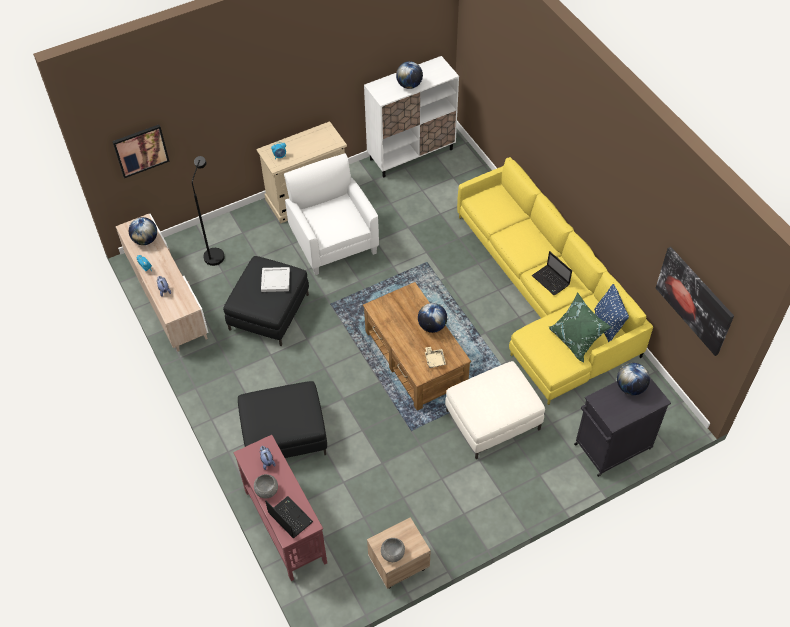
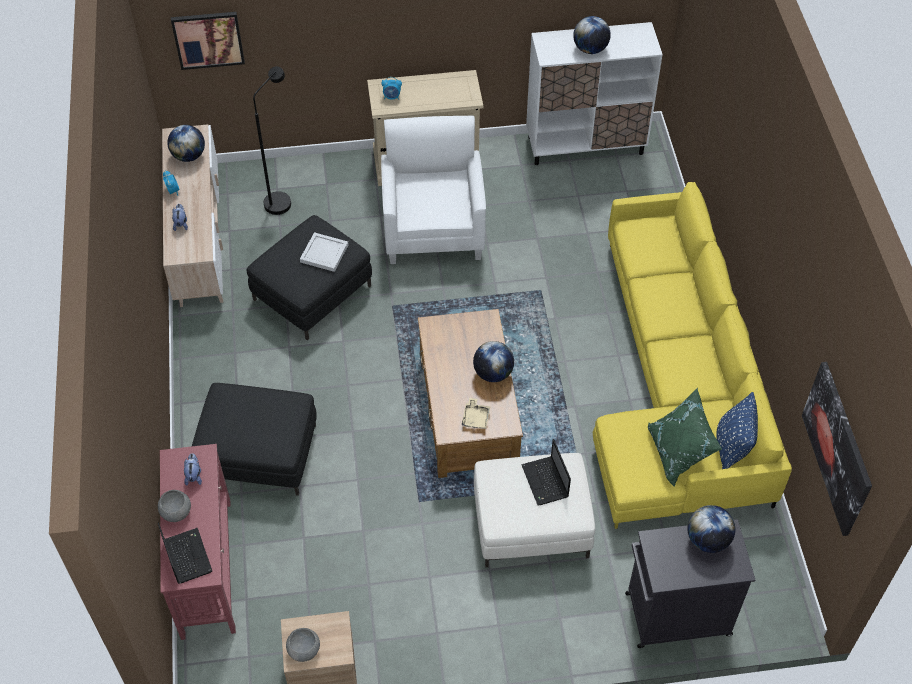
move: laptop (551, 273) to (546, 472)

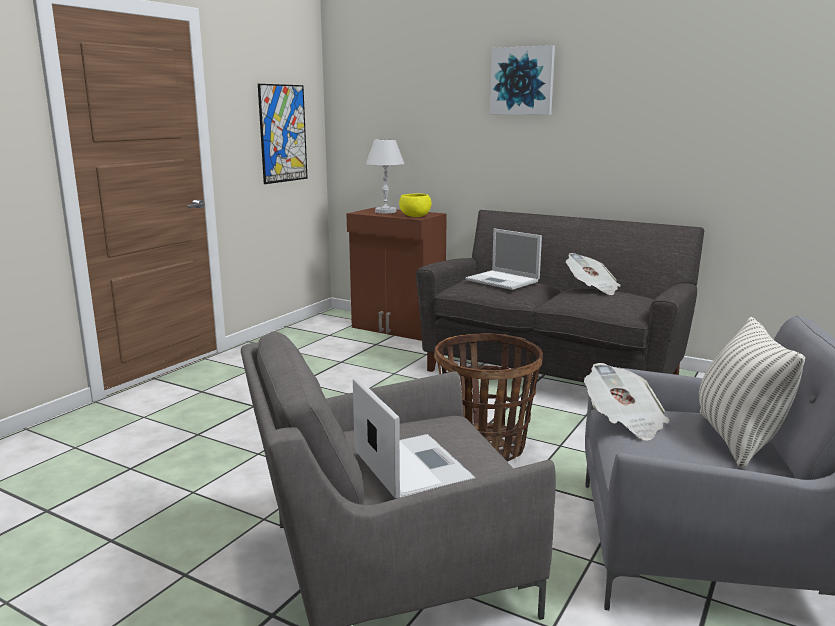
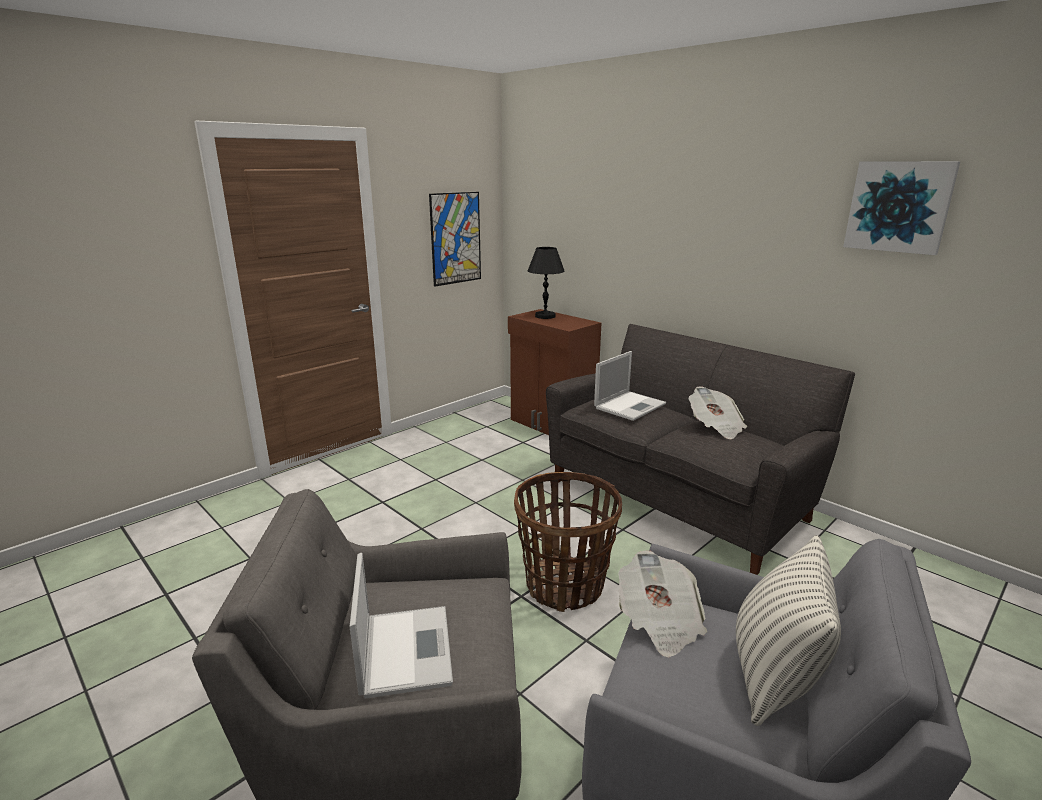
delete: yellow bowl (415, 205)
move: picture (522, 80) to (901, 208)
recolor: white table lamp (385, 176) to black table lamp (546, 283)
rotate: laptop (503, 259) = (630, 386) 105 degrees counterclockwise

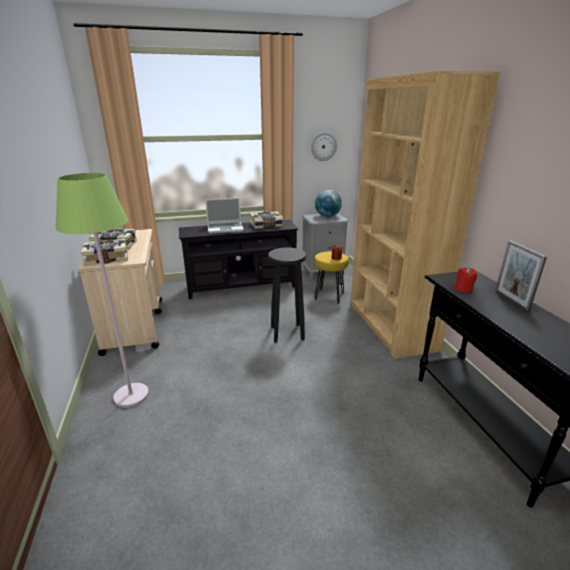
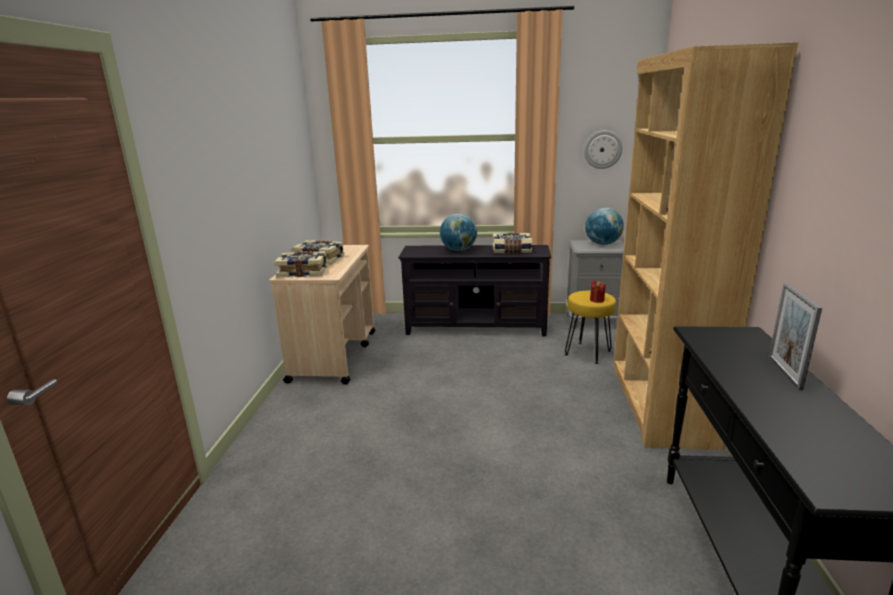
delete: green floor lamp (102, 290); black stool (287, 295); red candle (465, 280)
replace: laptop (224, 215) to globe (458, 232)

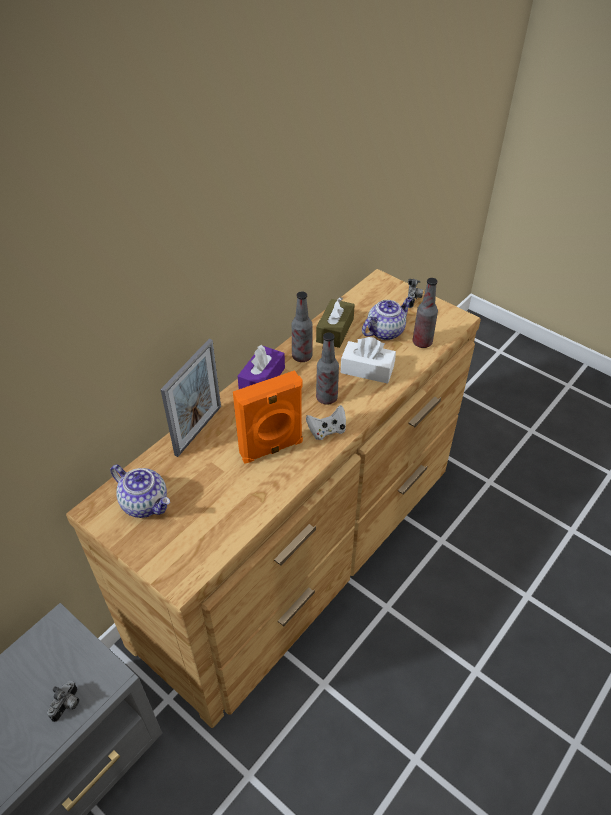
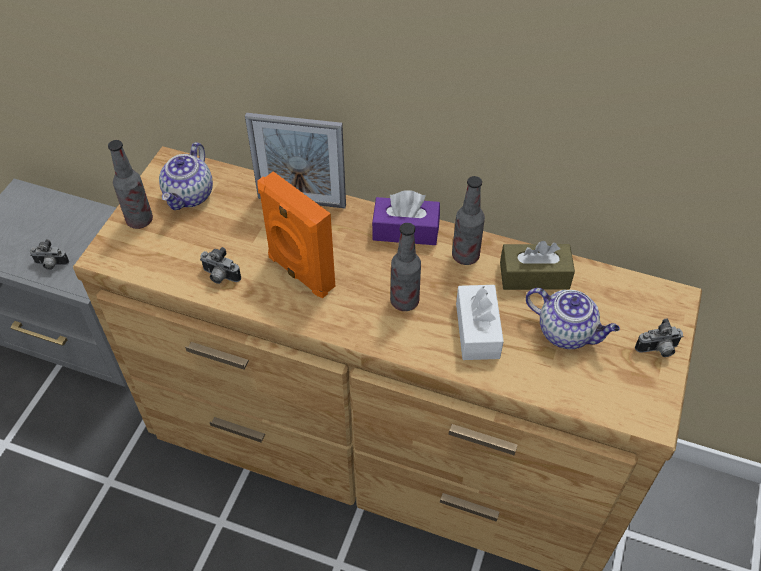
delete: white game controller (326, 422)
insert: photo camera (220, 265)
move: bottle (425, 313) to (130, 184)

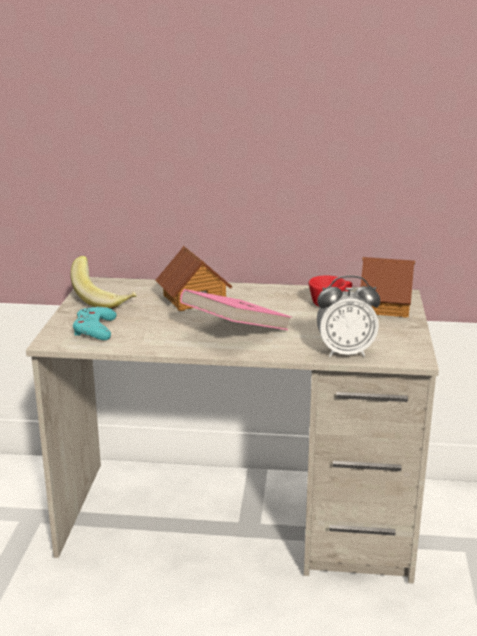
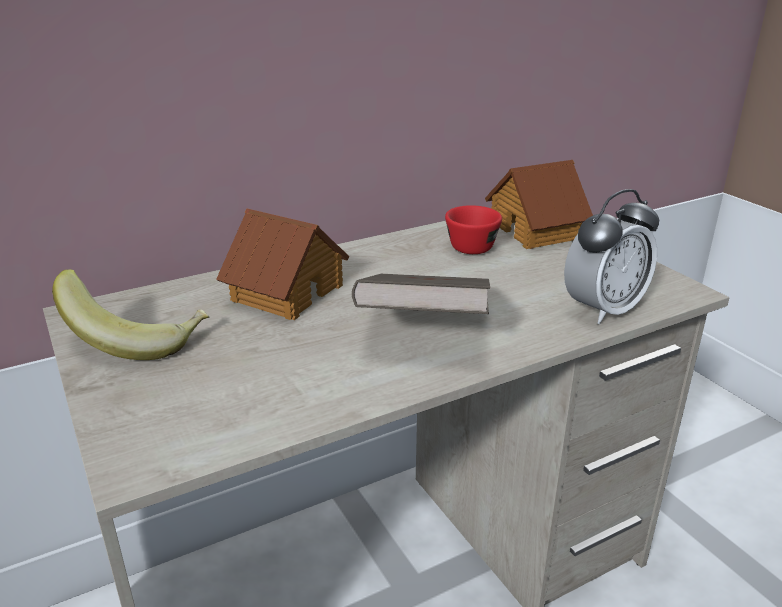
delete: turquoise game controller (95, 323)
recolor: pink book (235, 309) to brown book (421, 294)

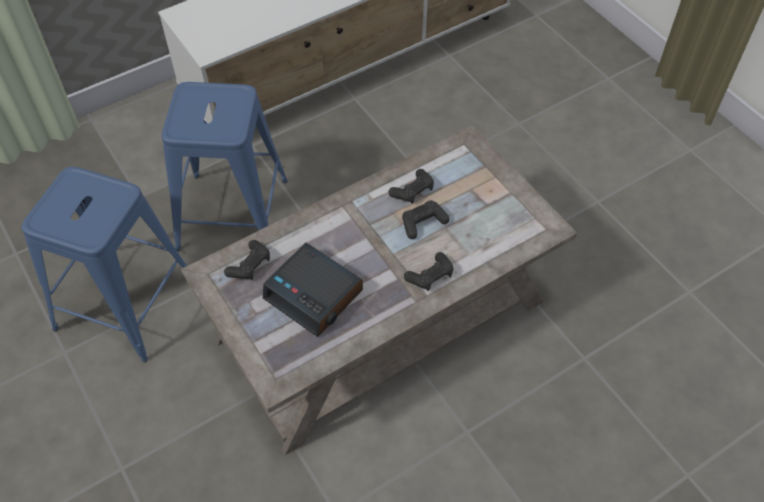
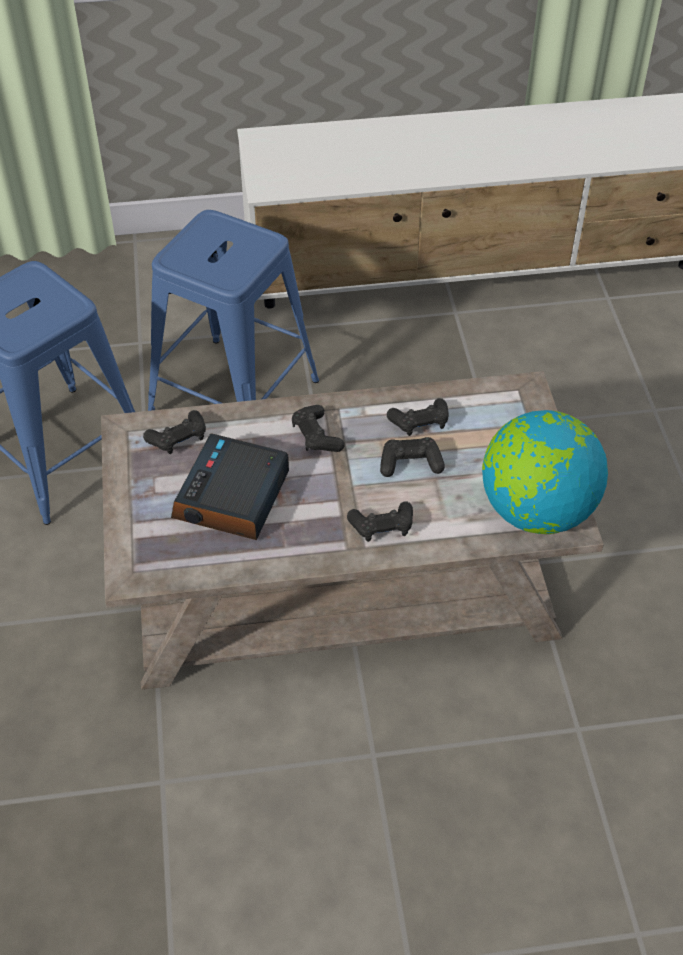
insert: black game controller (318, 428); globe (545, 472)
rotate: alarm clock (313, 290) = (230, 486) 45 degrees clockwise

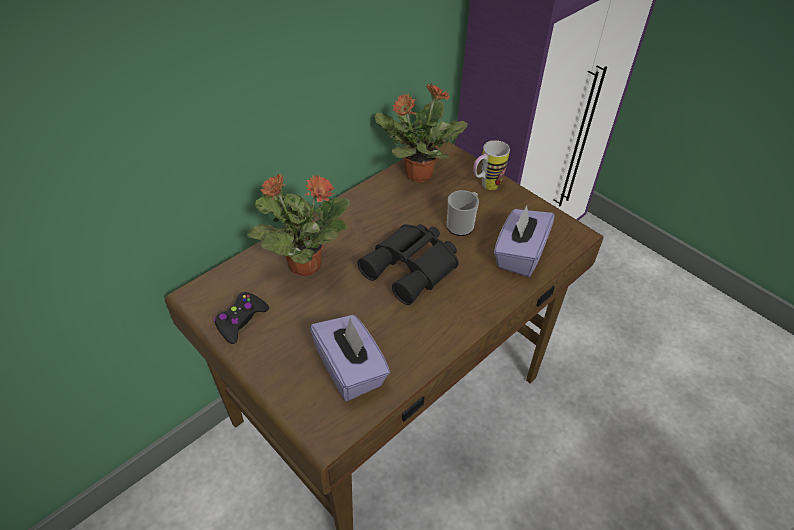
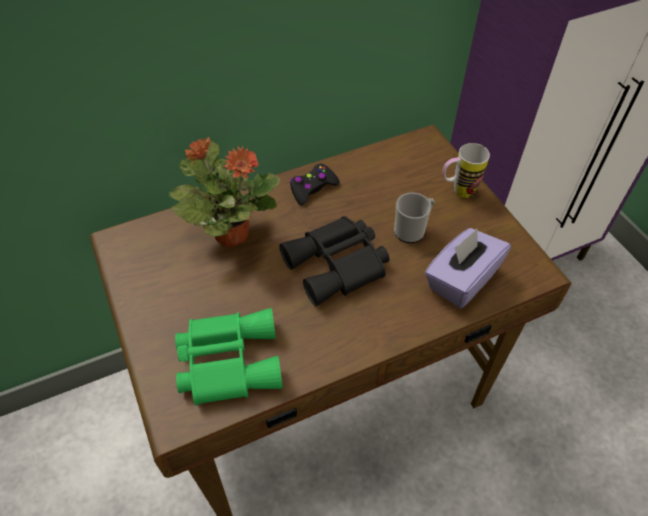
delete: potted plant (421, 132)
move: black game controller (241, 318) to (315, 185)
replace: purple tissue box (350, 358) to green binoculars (229, 357)

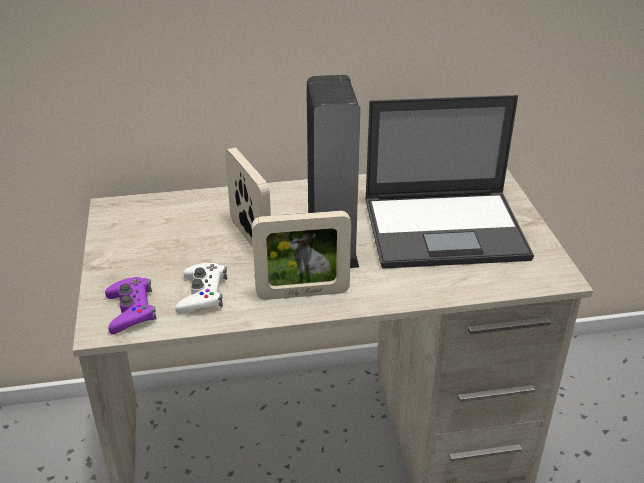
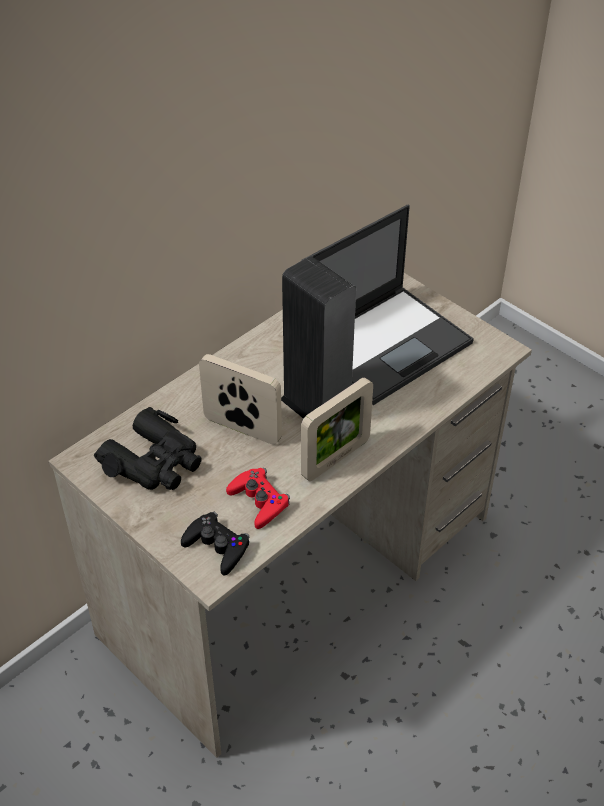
insert: black binoculars (147, 448)
recolor: white game controller (201, 288) to red game controller (258, 498); purple game controller (131, 305) to black game controller (215, 543)

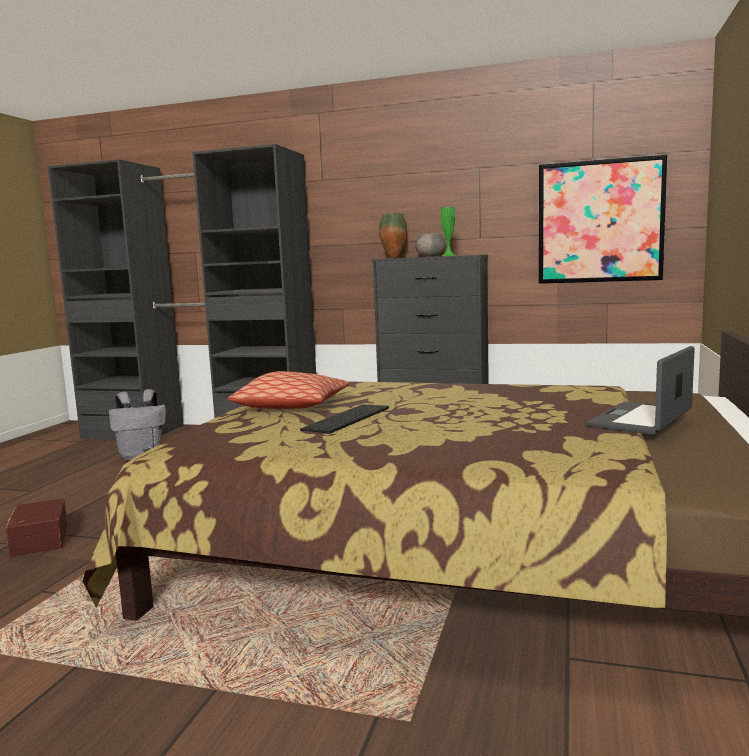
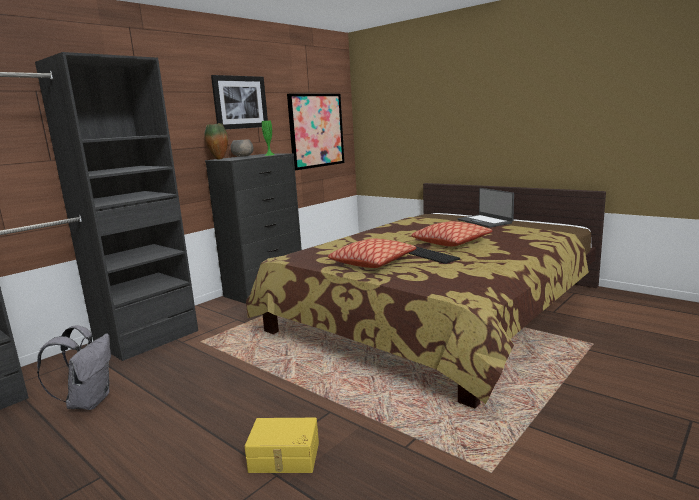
insert: picture (239, 102); pillow (451, 233)
recolor: brown storage box (37, 528) to yellow storage box (281, 445)

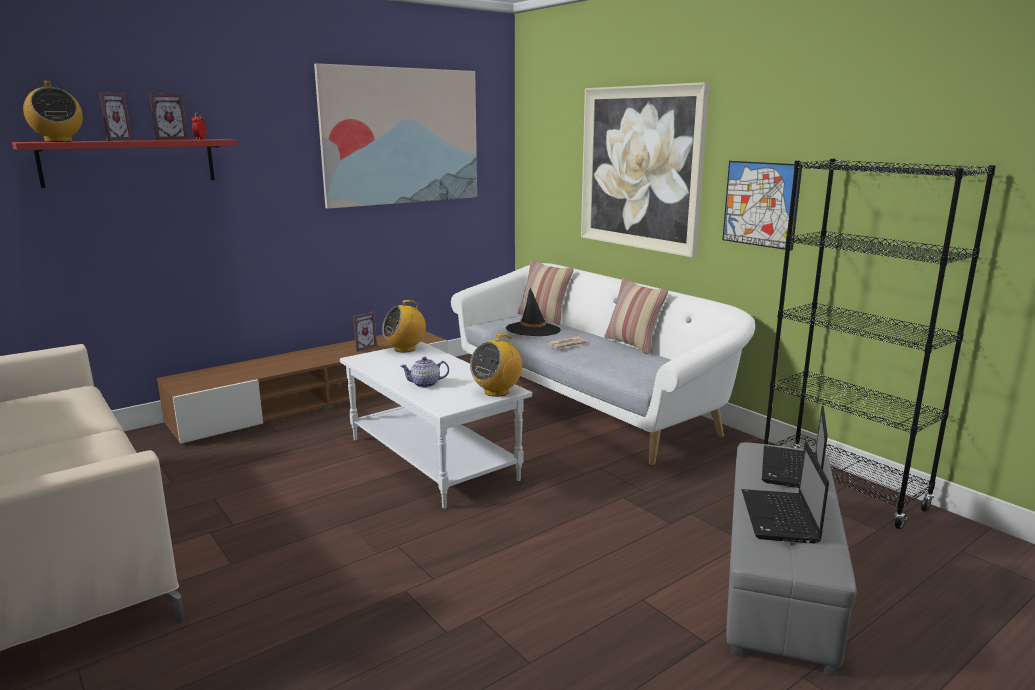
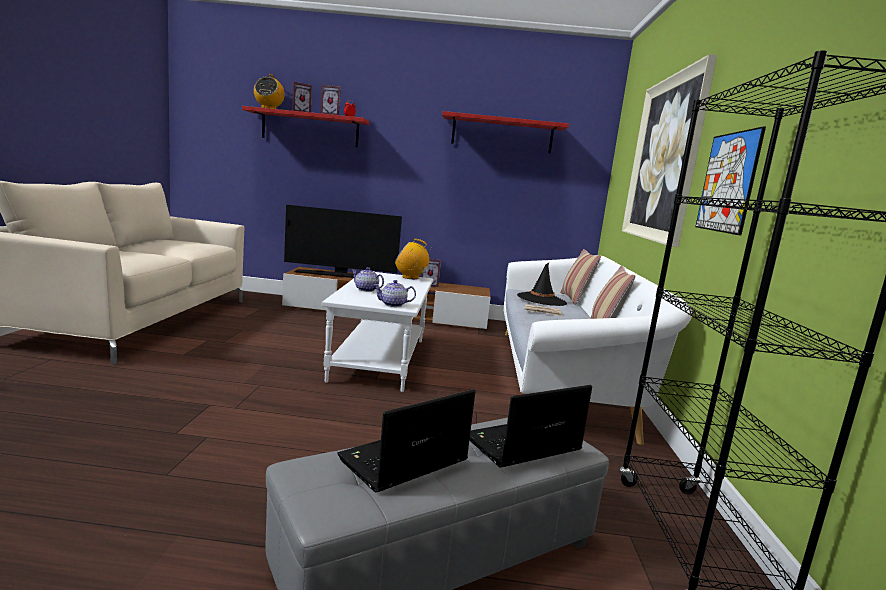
insert: television (343, 241)
replace: picture (395, 136) to red shelf (505, 132); radio (496, 365) to teapot (395, 293)

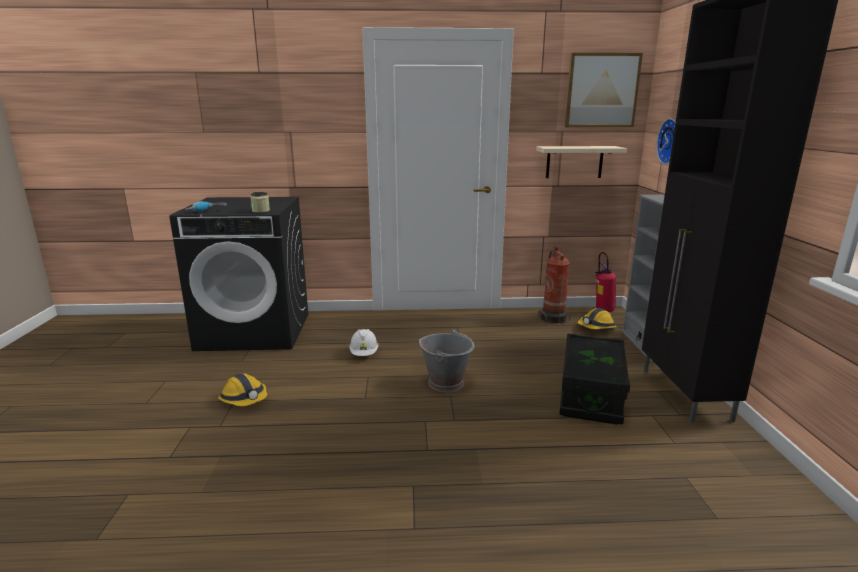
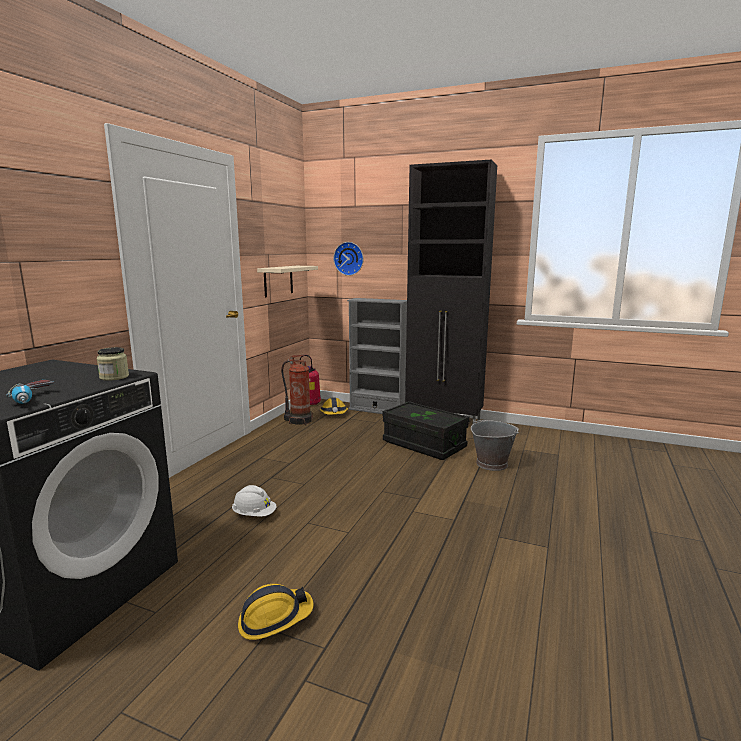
delete: picture (604, 90)
move: grey bucket (446, 360) to (495, 445)

